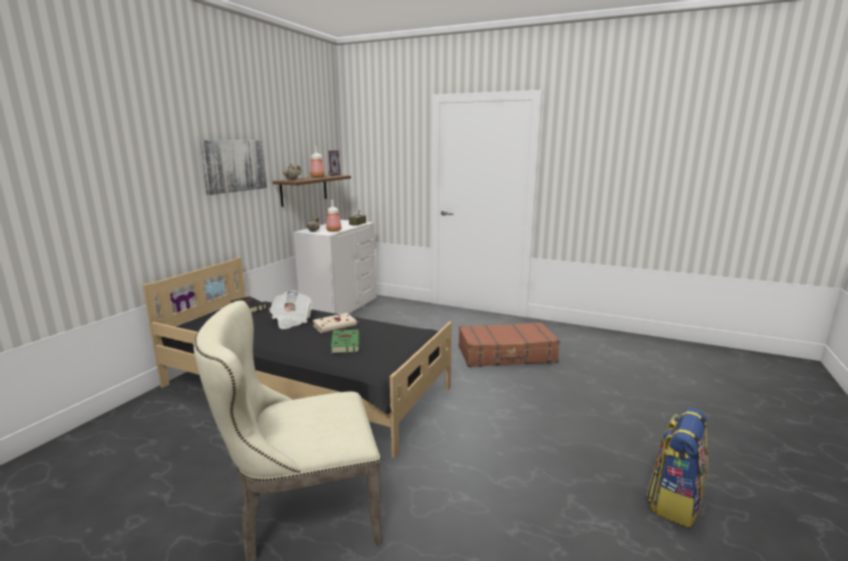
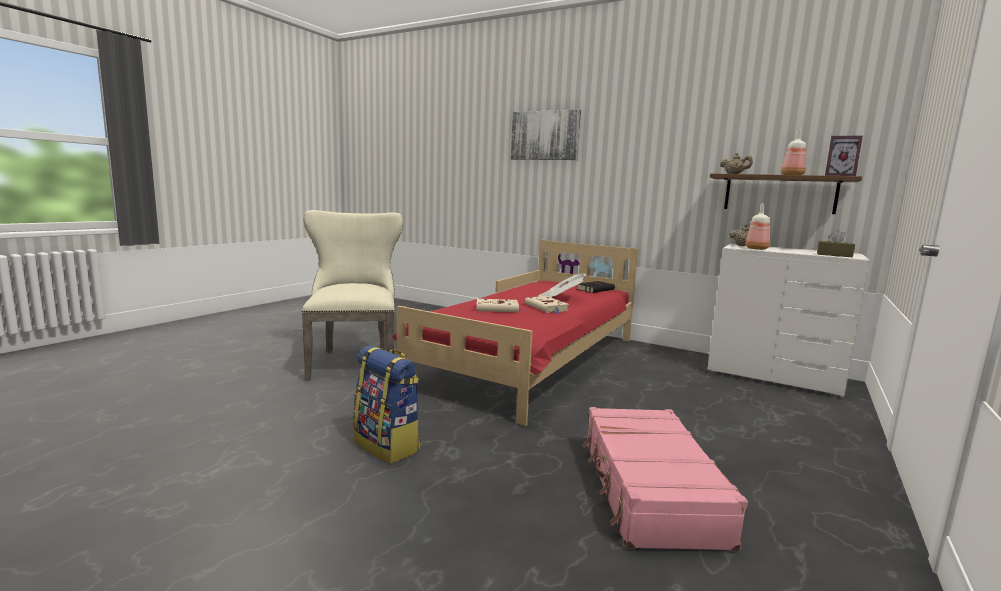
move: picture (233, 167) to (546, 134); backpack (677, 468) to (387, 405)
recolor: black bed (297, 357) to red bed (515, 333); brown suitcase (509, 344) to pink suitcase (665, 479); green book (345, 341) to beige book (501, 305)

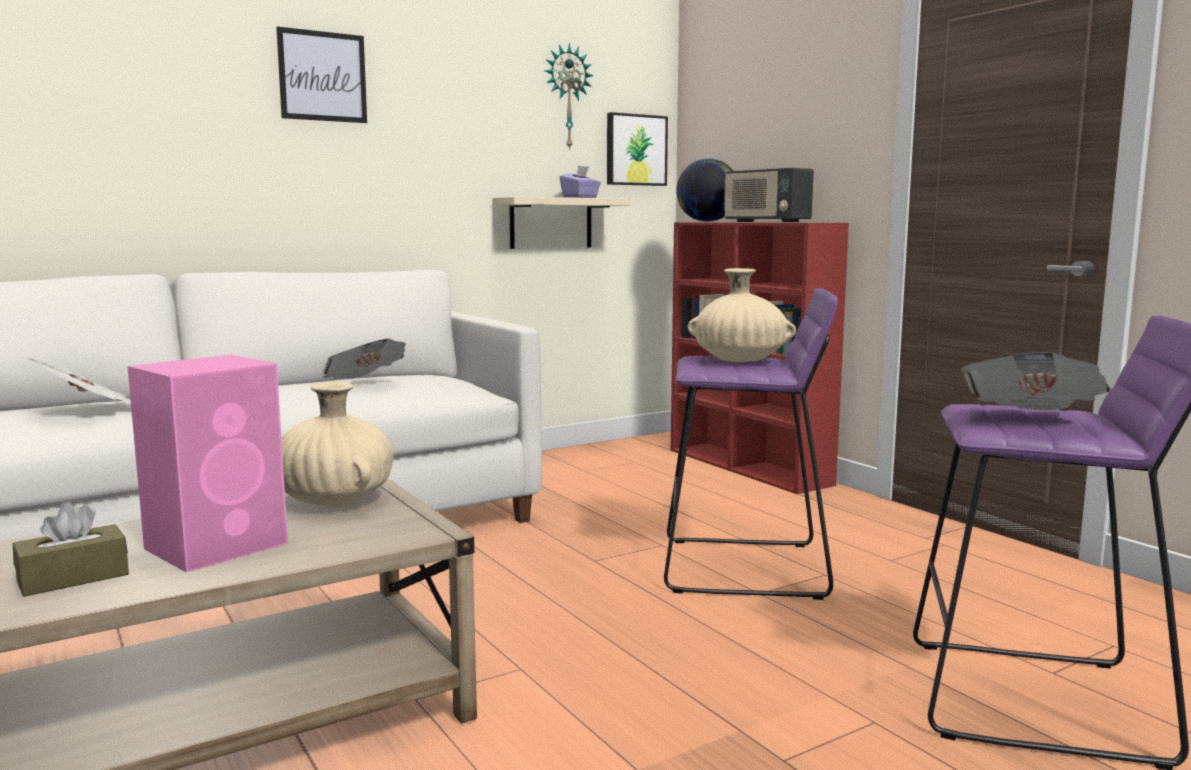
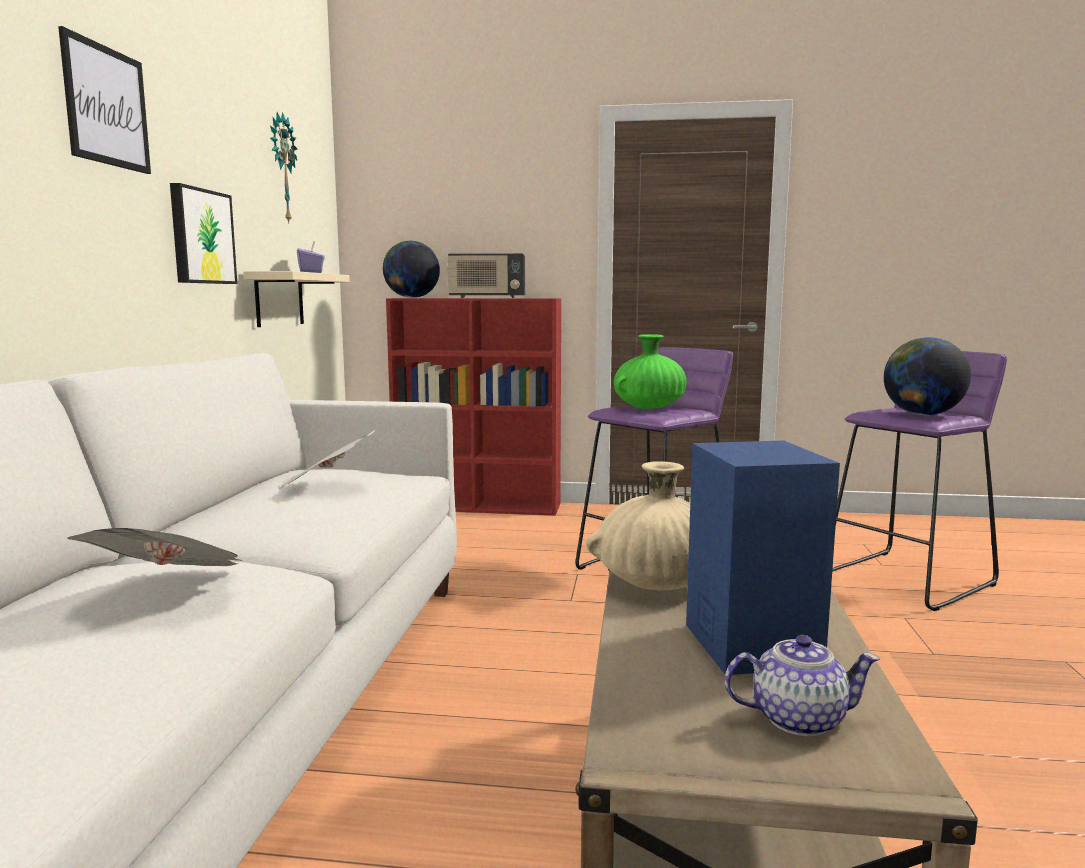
move: picture (637, 149) to (203, 233)
replace: newspaper (1035, 381) to globe (927, 376); brown tissue box (71, 549) to teapot (802, 685)
recolor: beige vase (742, 315) to green vase (650, 371); pink speaker (207, 463) to blue speaker (763, 558)

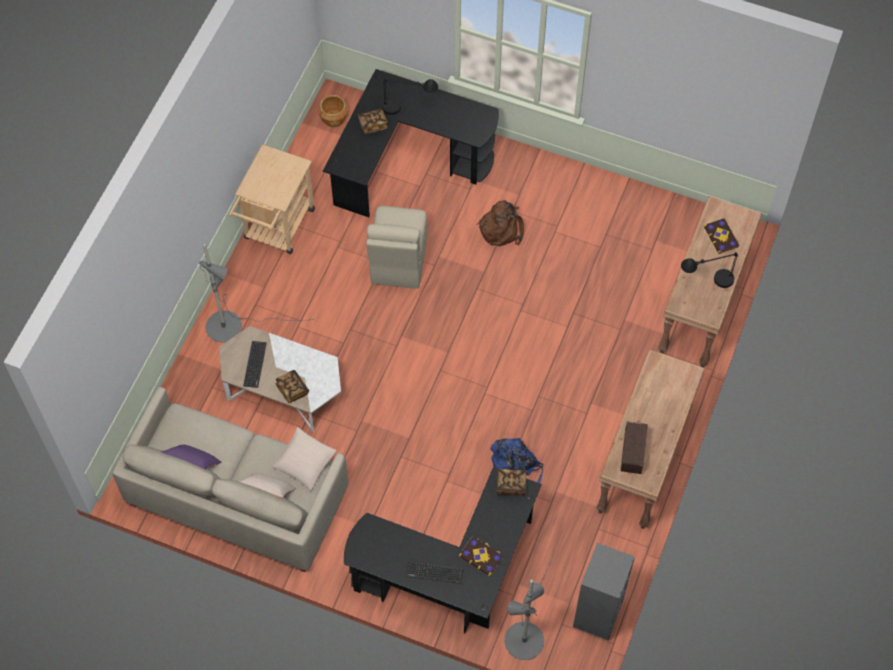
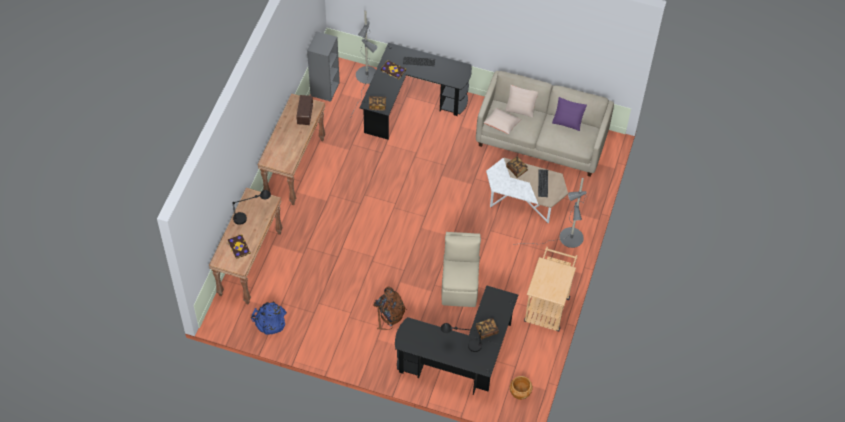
move: blue backpack (516, 460) to (269, 318)

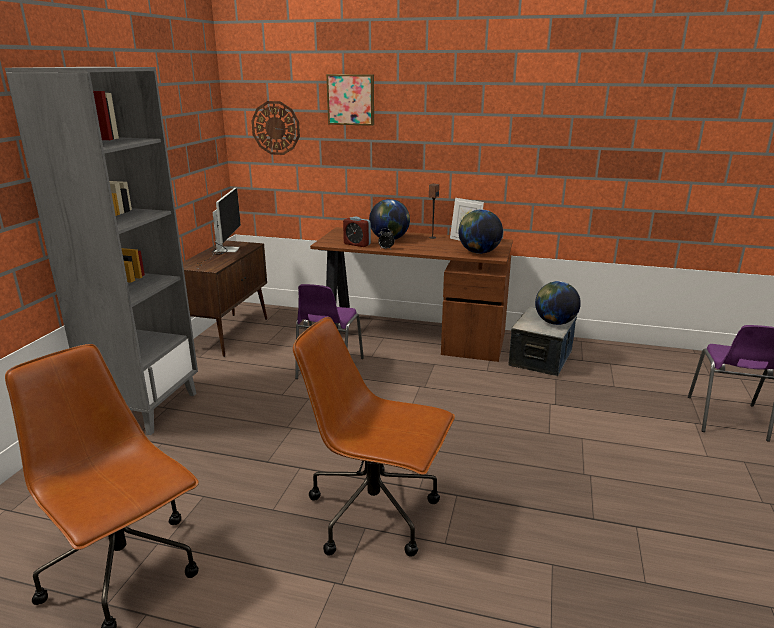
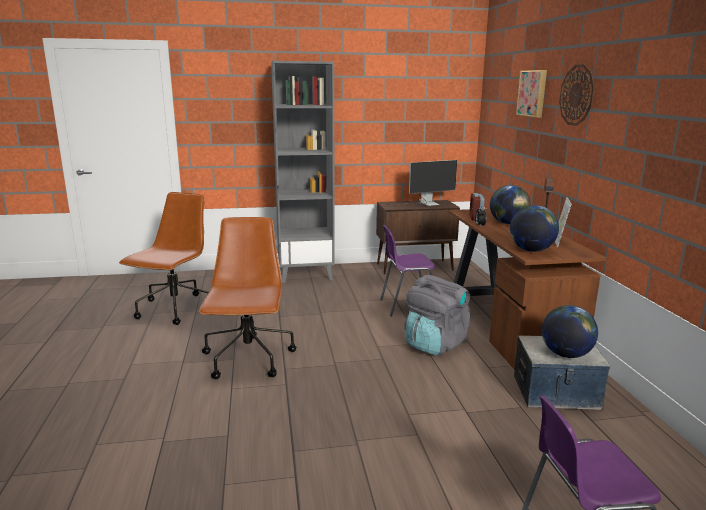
insert: grey backpack (437, 315)
move: wall clock (275, 128) to (577, 95)

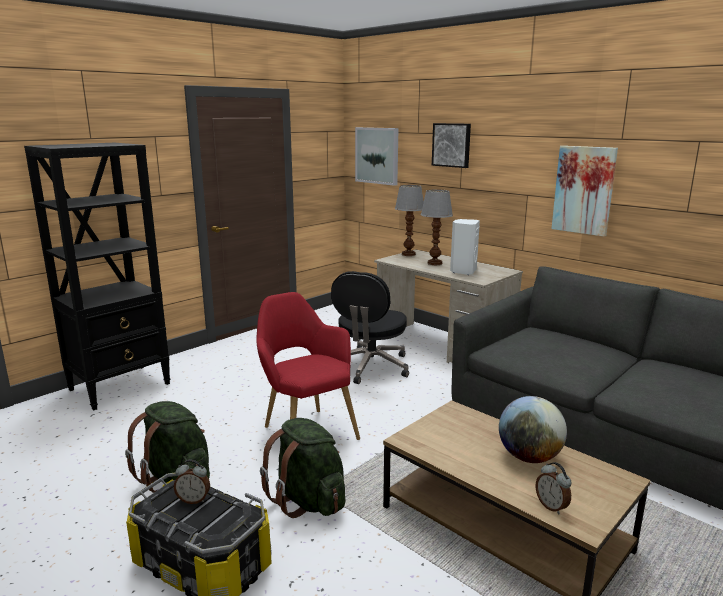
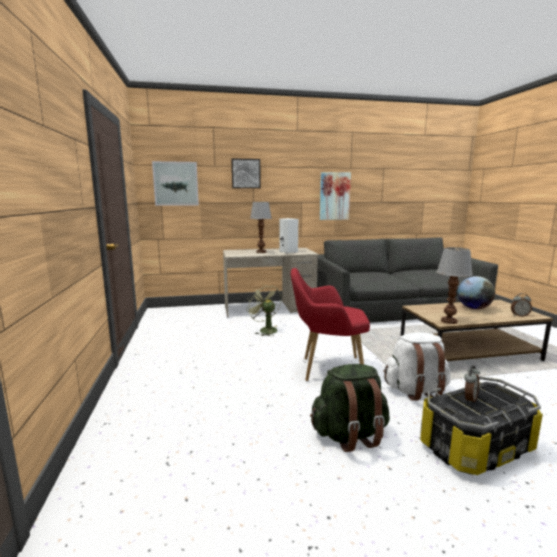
delete: black bookcase (97, 277)
move: table lamp (409, 220) to (455, 285)
replace: black office chair (370, 327) to green fan (263, 310)
recolor: green backpack (302, 468) to white backpack (417, 366)

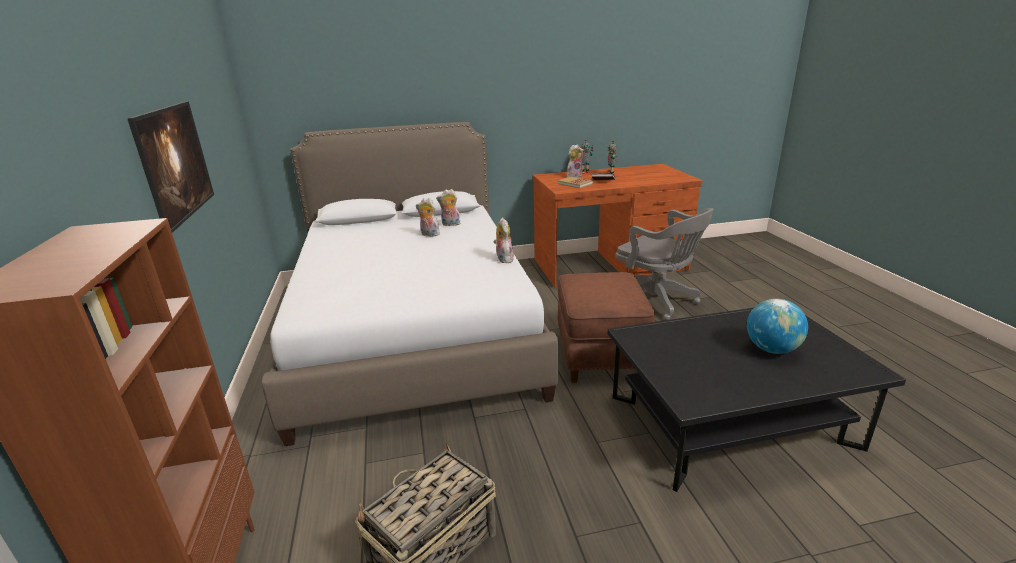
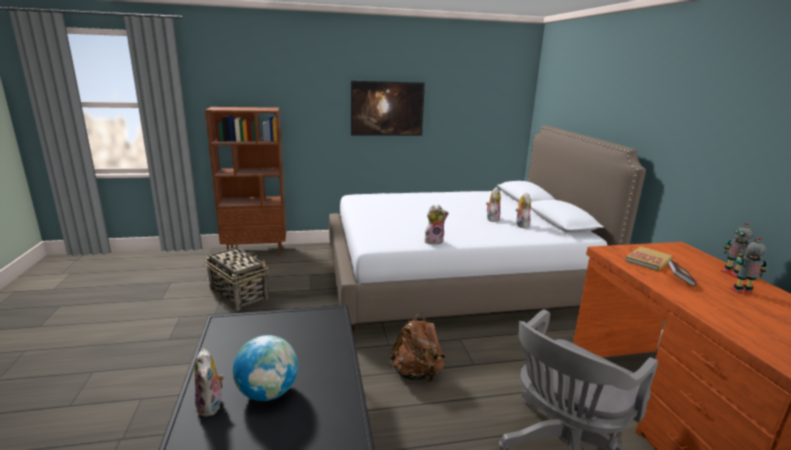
move: plush toy (576, 161) to (209, 382)
replace: brown ottoman (606, 327) to brown backpack (417, 347)

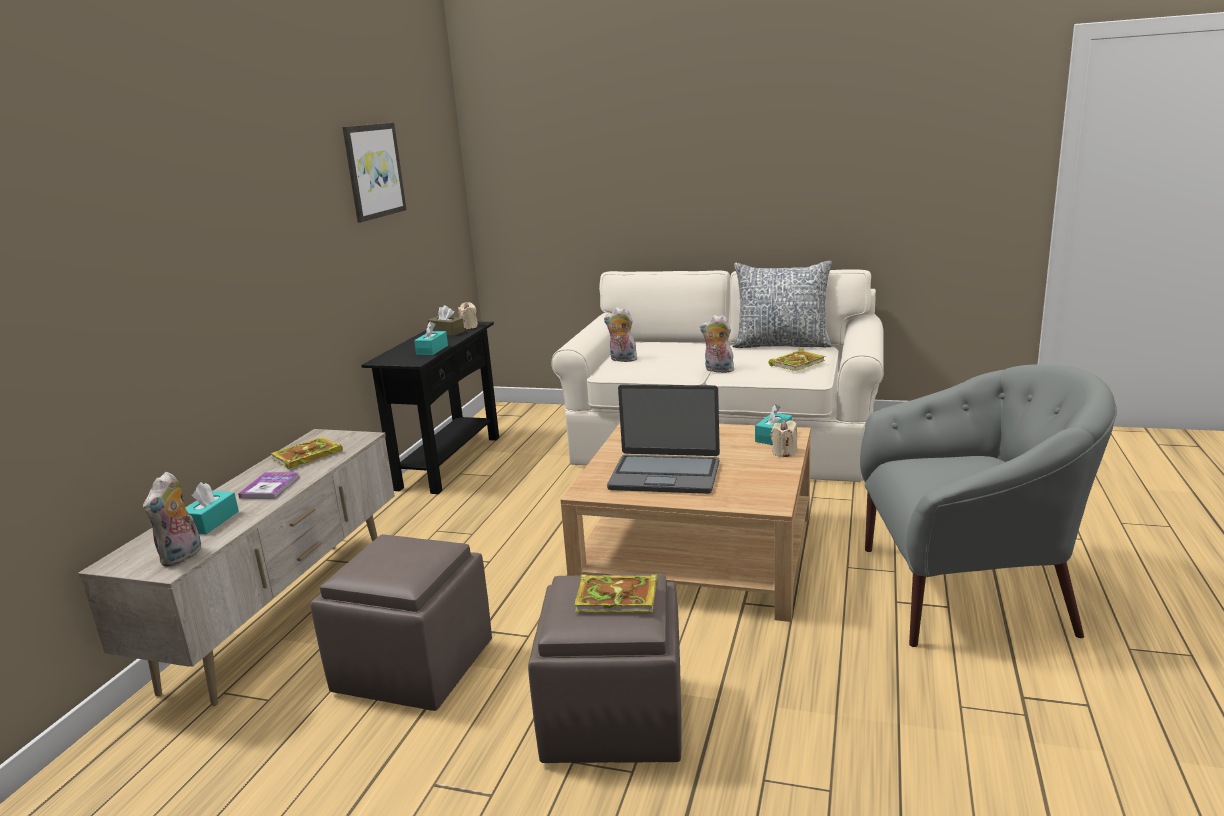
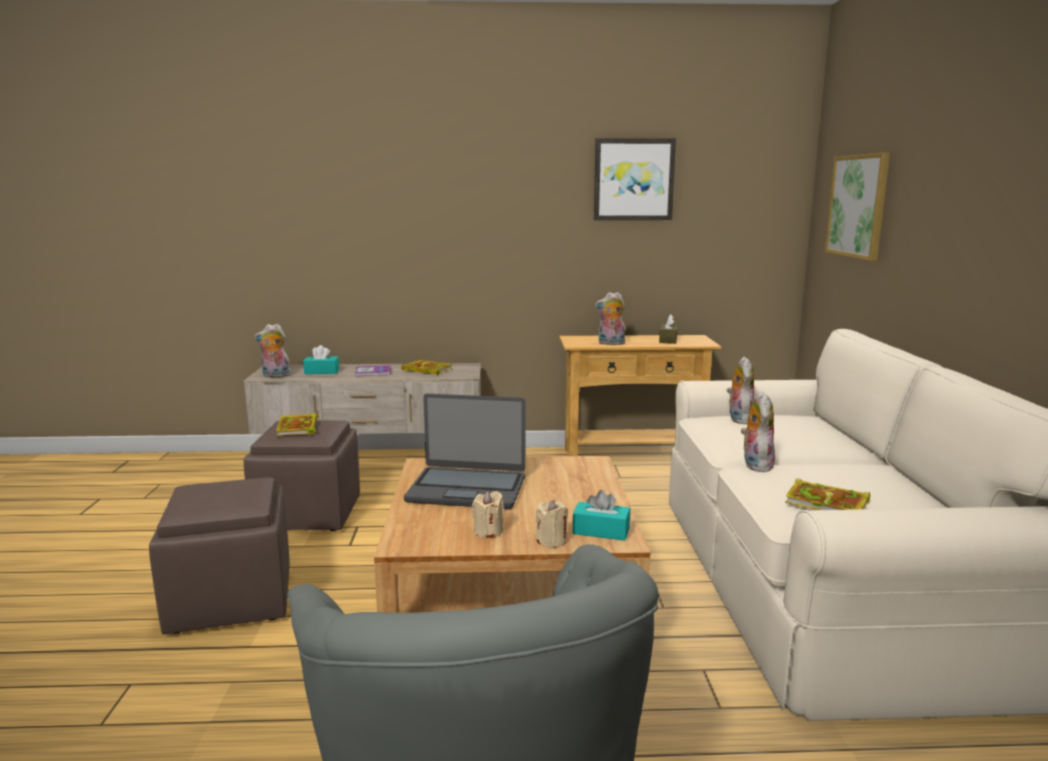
delete: pillow (782, 304)
insert: picture (857, 207)
move: beige candle (468, 315) to (487, 514); book (616, 593) to (297, 424)
replace: turquoise tissue box (431, 338) to plush toy (610, 318)
recolor: black console table (430, 408) to beige console table (640, 395)
rotate: laptop (663, 439) = (465, 451) 75 degrees counterclockwise

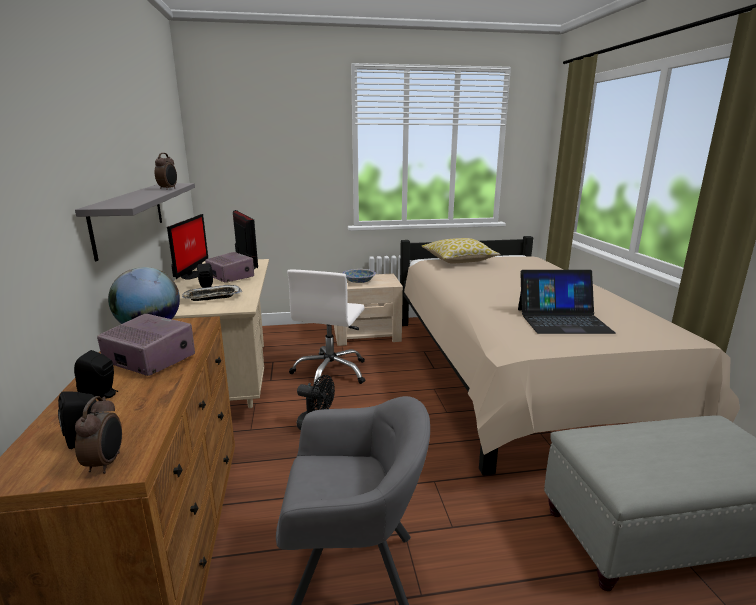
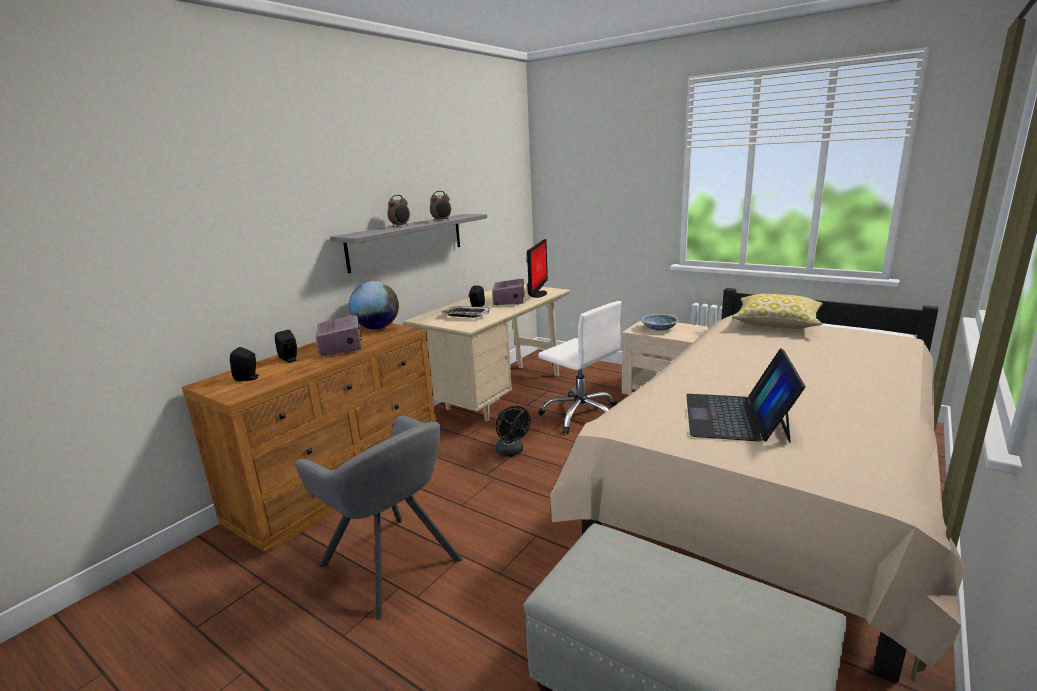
delete: monitor (187, 247)
move: alarm clock (98, 435) to (398, 211)
rotate: white office chair (326, 328) = (580, 367) 105 degrees counterclockwise; laptop (567, 302) = (745, 396) 60 degrees clockwise

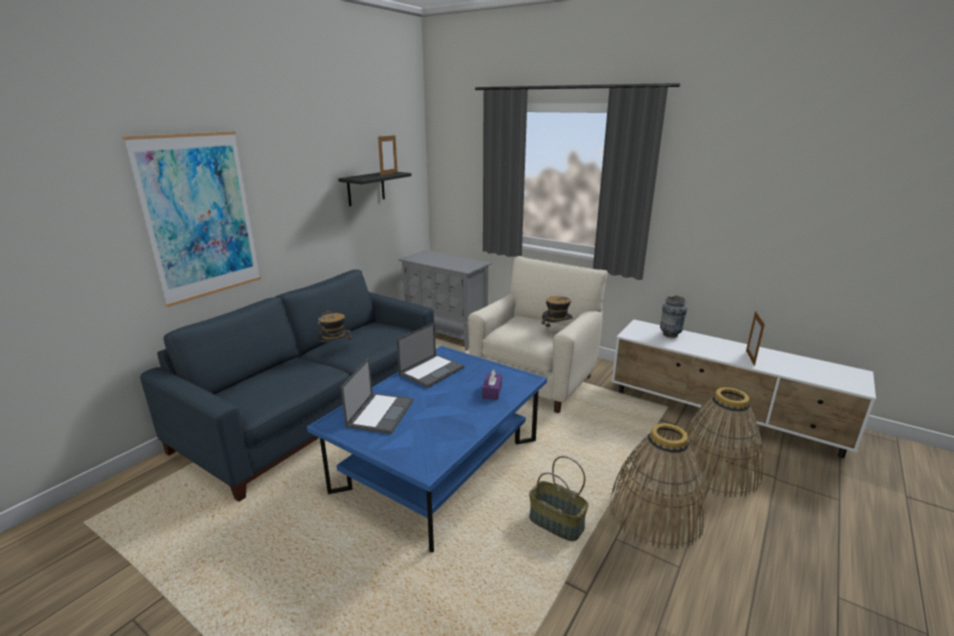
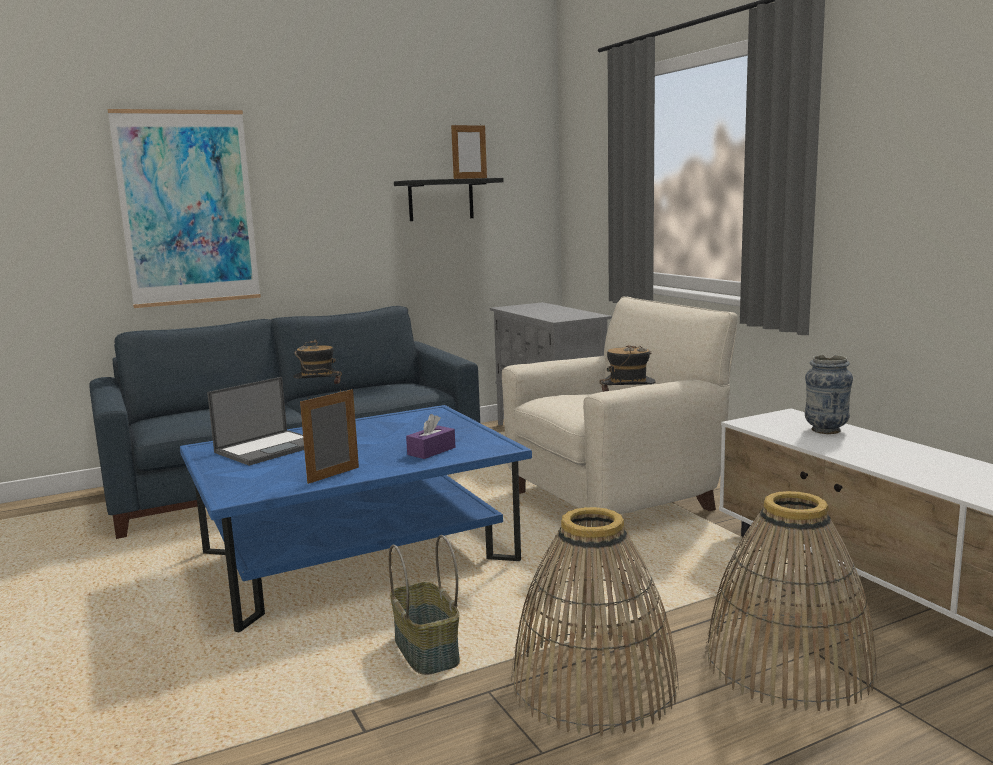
delete: laptop (430, 355)
move: picture frame (755, 338) to (329, 436)

